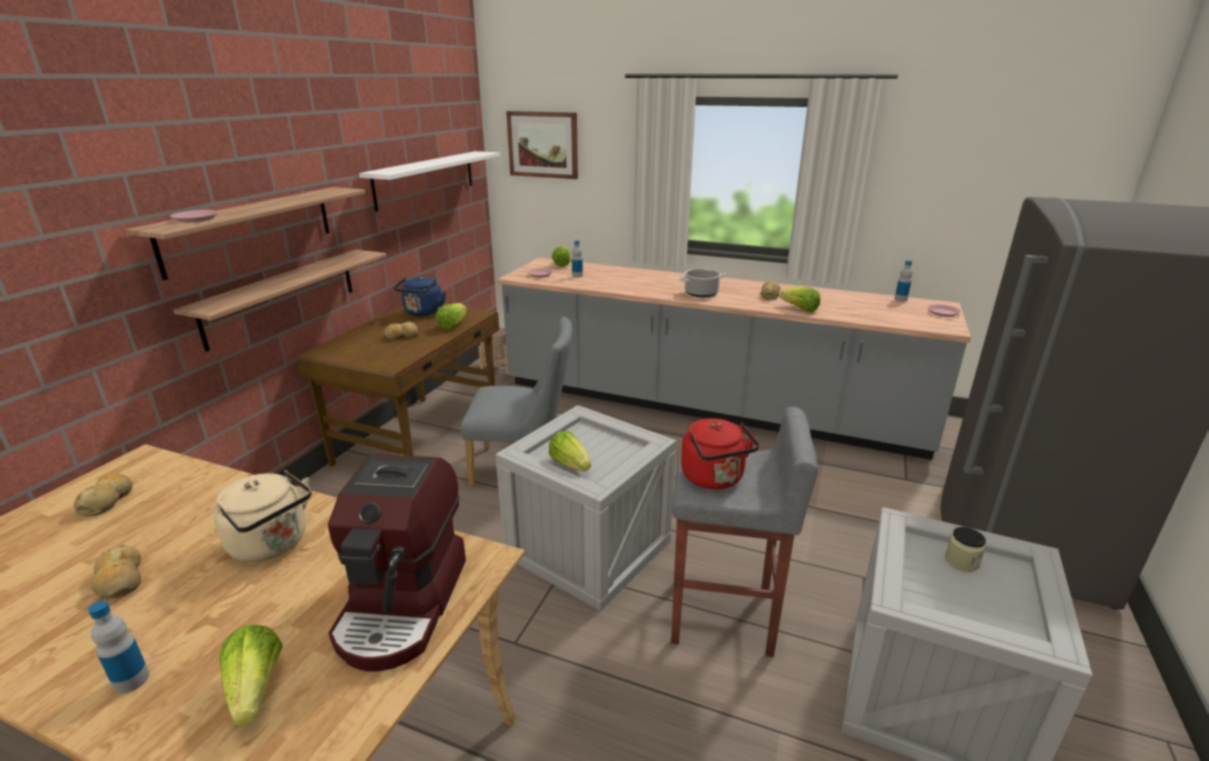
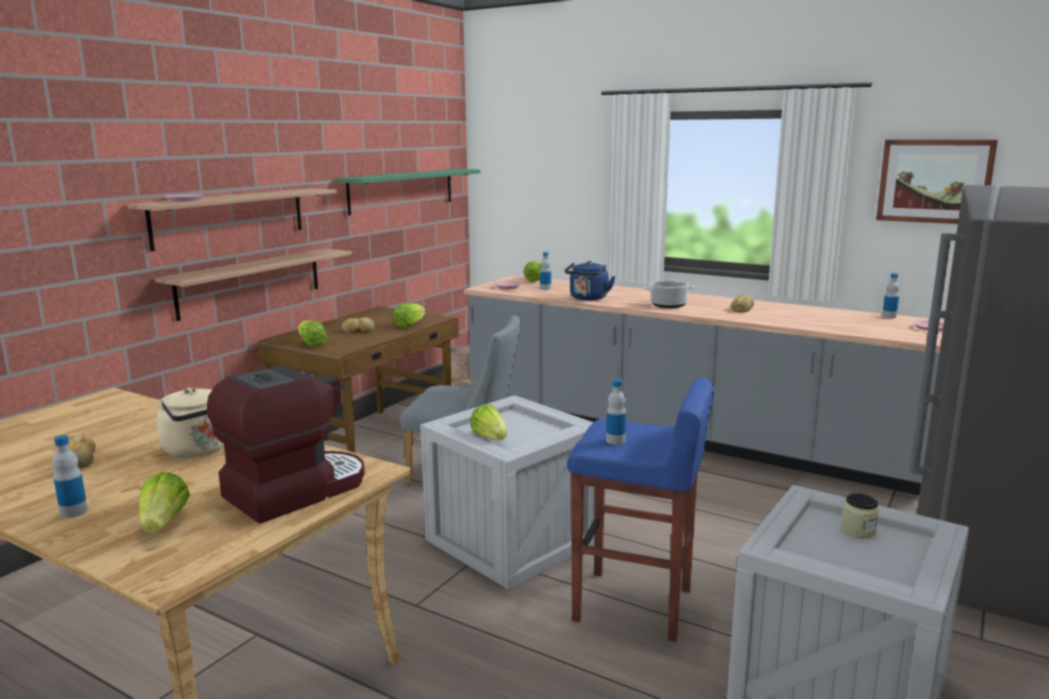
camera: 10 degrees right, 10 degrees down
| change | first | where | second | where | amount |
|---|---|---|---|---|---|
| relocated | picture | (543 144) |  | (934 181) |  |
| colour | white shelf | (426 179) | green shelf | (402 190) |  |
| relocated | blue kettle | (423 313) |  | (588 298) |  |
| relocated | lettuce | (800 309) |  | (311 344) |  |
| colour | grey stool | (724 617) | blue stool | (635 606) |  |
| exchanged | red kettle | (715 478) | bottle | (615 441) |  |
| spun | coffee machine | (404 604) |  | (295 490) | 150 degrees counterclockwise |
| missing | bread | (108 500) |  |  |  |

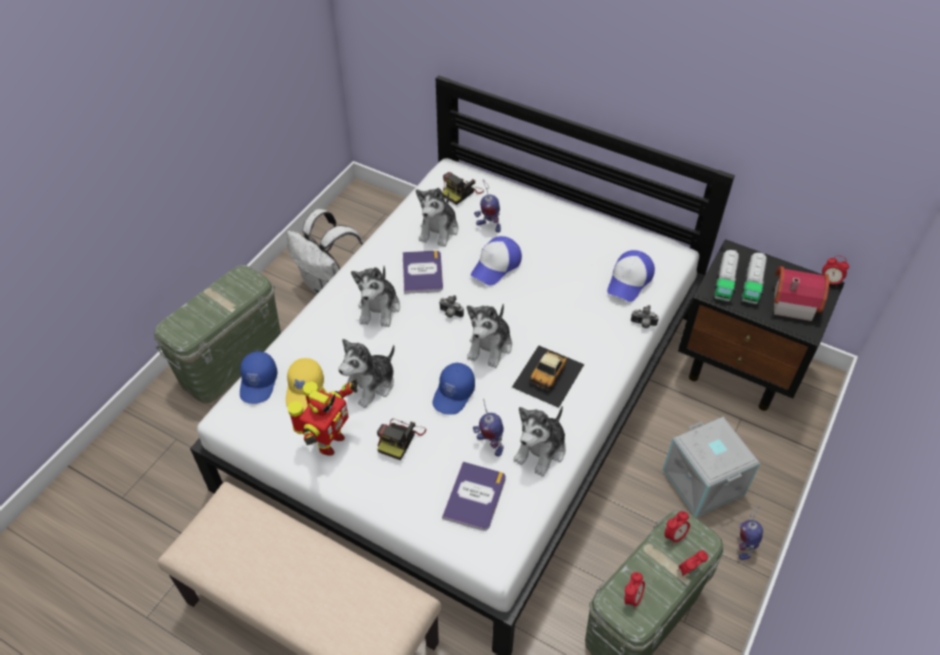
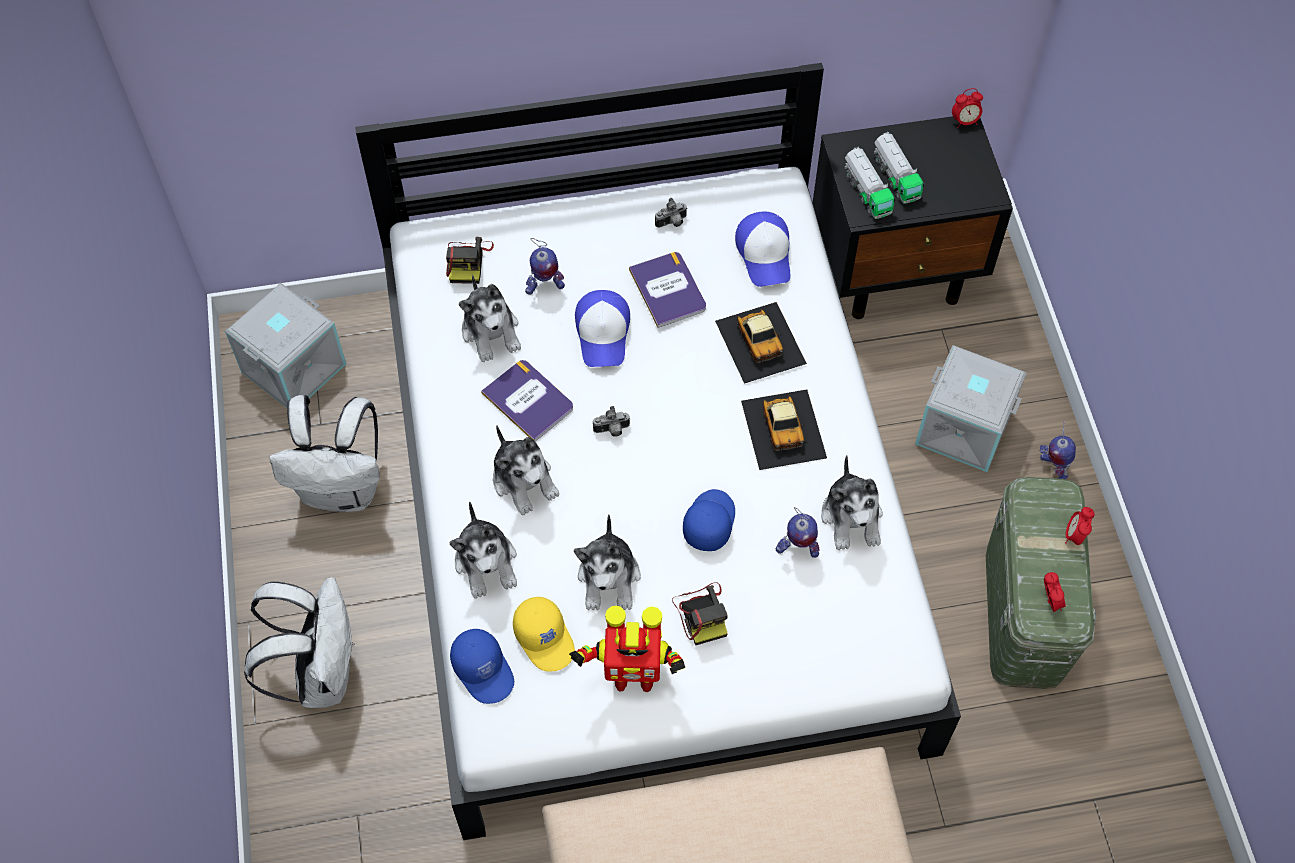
camera: 40 degrees left, 10 degrees up
| change | first | where | second | where | amount |
|---|---|---|---|---|---|
| exchanged | green storage box | (231 361) | white backpack | (320 672) |  |
| missing | toy house | (791 301) |  |  |  |
| relocated | plush toy | (490 346) |  | (486 562) |  |
| relocated | photo camera | (643 324) |  | (672 223) |  |
| spun | blue cap | (454 394) |  | (708 522) | 150 degrees counterclockwise |
| spun | toy robot | (328 443) |  | (632 676) | 105 degrees clockwise |
| relocated | book | (475 497) |  | (668 290) |  |
| missing | alarm clock | (674 536) |  |  |  |
| appeared |  |  | grey storage box | (293 366) |  |
| appeared |  |  | toy car | (760 341) |  |

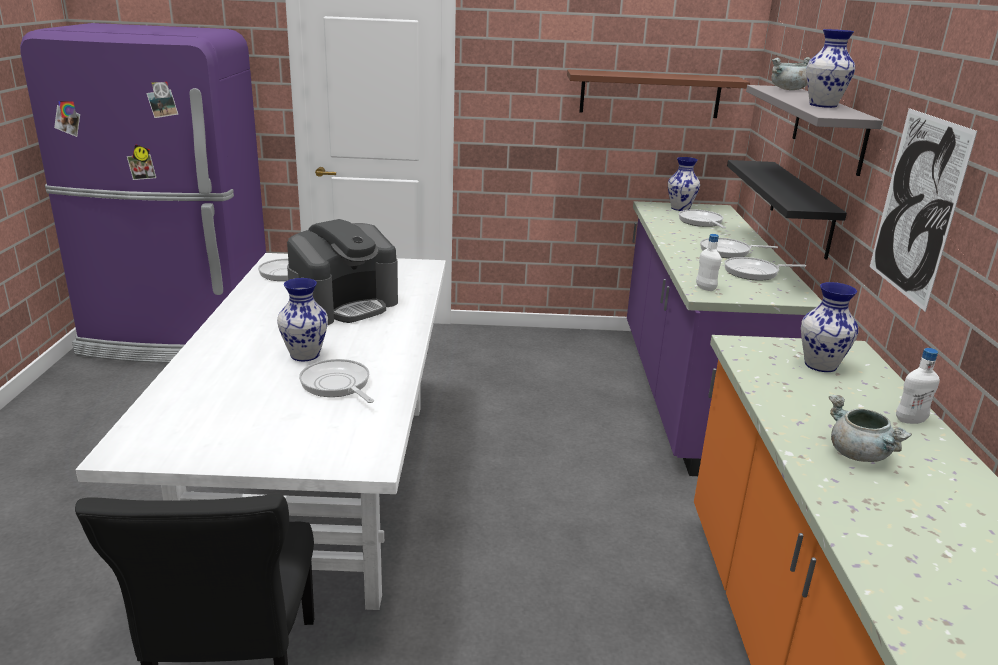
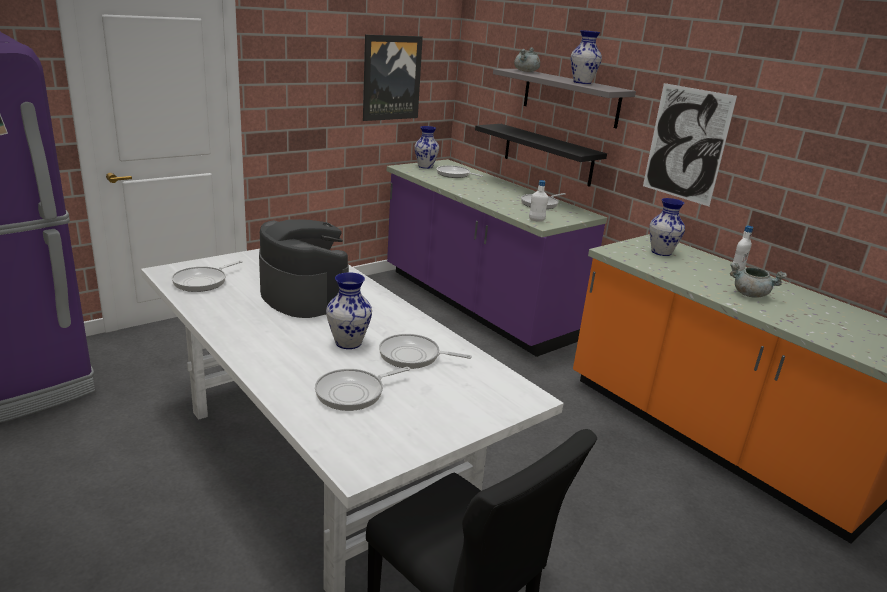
camera: 40 degrees left, 0 degrees up
| change | first | where | second | where | amount |
|---|---|---|---|---|---|
| exchanged | brown shelf | (650 94) | picture | (391 78) |  |
| spun | coffee machine | (344 305) |  | (303 295) | 45 degrees counterclockwise |
| relocated | frying pan | (728 252) |  | (354 393) |  |

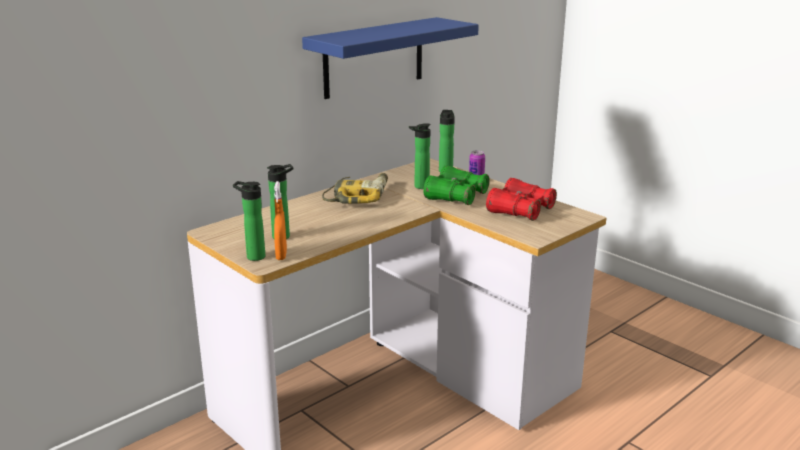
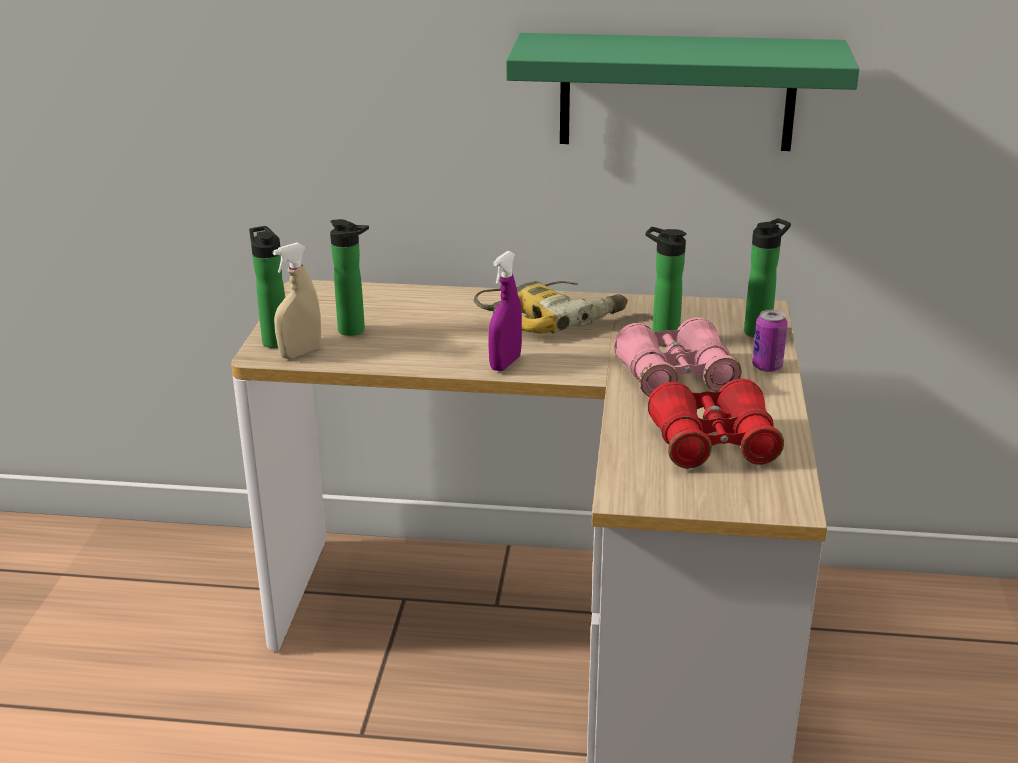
camera: 50 degrees right, 5 degrees up
| change | first | where | second | where | amount |
|---|---|---|---|---|---|
| colour | blue shelf | (374 57) | green shelf | (677 92) |  |
| colour | green binoculars | (456 196) | pink binoculars | (675 377) |  |
| colour | orange spray bottle | (281 255) | beige spray bottle | (300 353) |  |
| appeared |  |  | purple spray bottle | (505 363) |  |

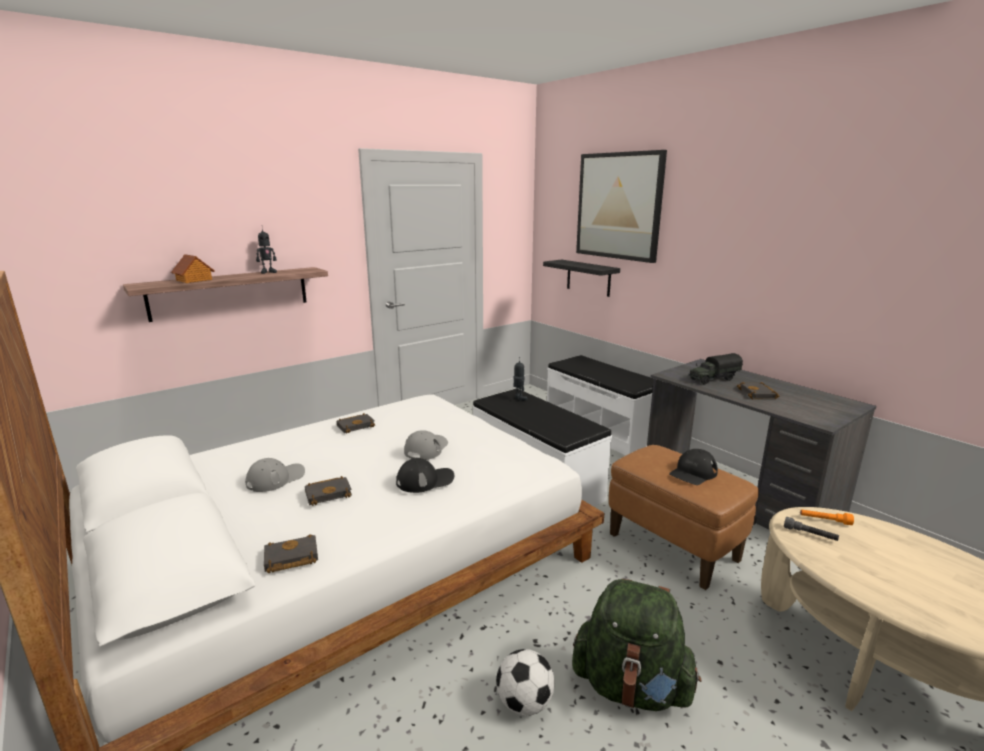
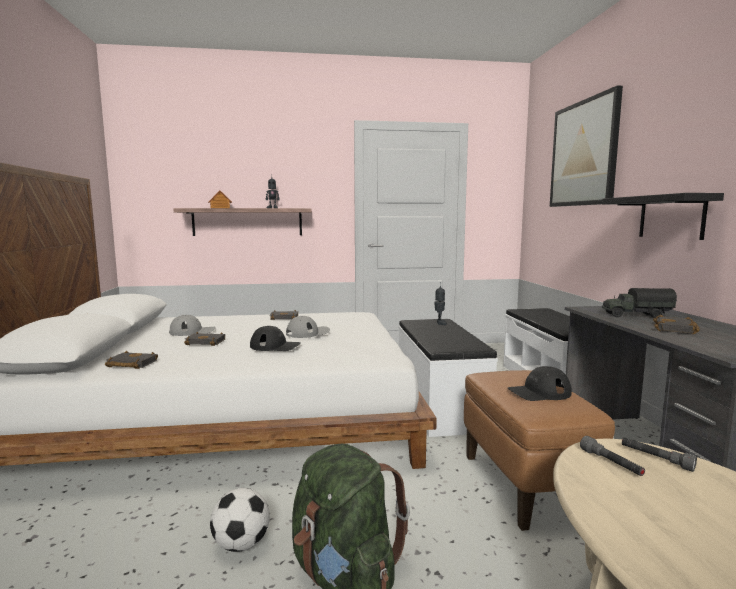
camera: 30 degrees right, 10 degrees down
| change | first | where | second | where | amount |
|---|---|---|---|---|---|
| relocated | black shelf | (588 278) |  | (671 217) |  |
| colour | orange flashlight | (825 520) | grey flashlight | (656 459) |  |

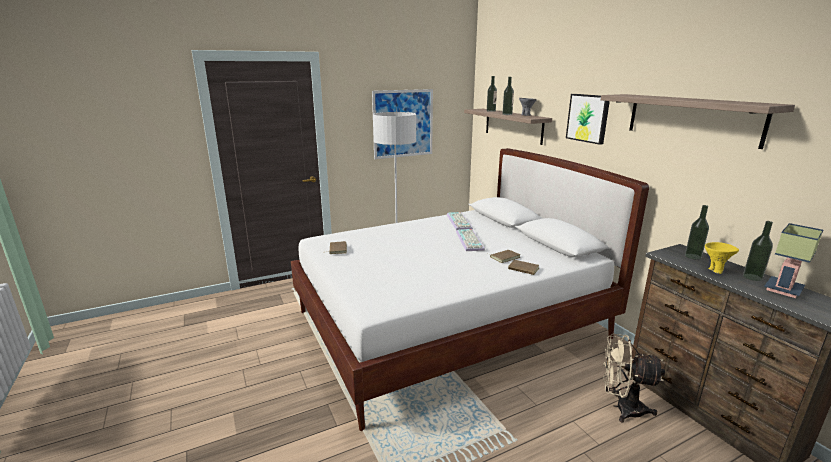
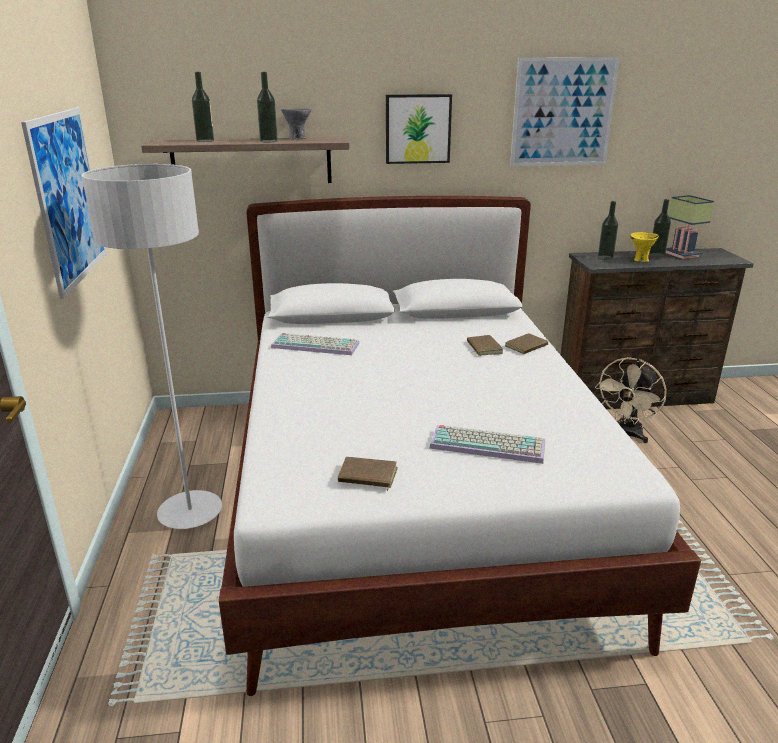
camera: 70 degrees left, 5 degrees up
| change | first | where | second | where | amount |
|---|---|---|---|---|---|
| exchanged | shelf | (692 118) | picture | (563 112) |  |
| relocated | keyboard | (470 241) |  | (489 444) |  |

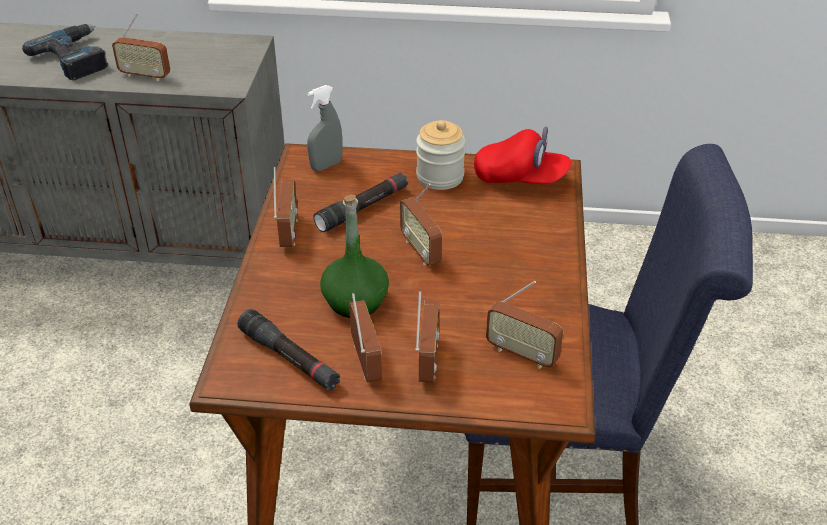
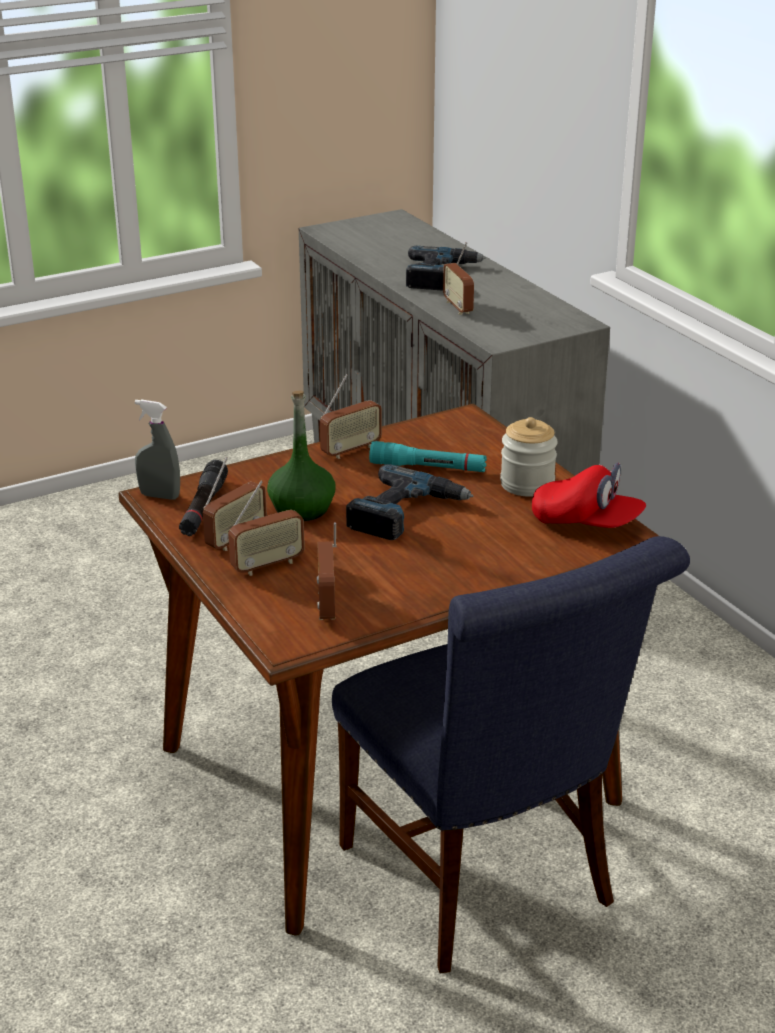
camera: 55 degrees right, 10 degrees down
| change | first | where | second | where | amount |
|---|---|---|---|---|---|
| relocated | grey spray bottle | (326 165) |  | (159 496) |  |
| spun | red cap | (520 178) |  | (586 523) | 45 degrees counterclockwise |
| colour | black flashlight | (363 209) | turquoise flashlight | (428 468) |  |
| exchanged | radio | (421 251) | power drill | (405 513) |  |

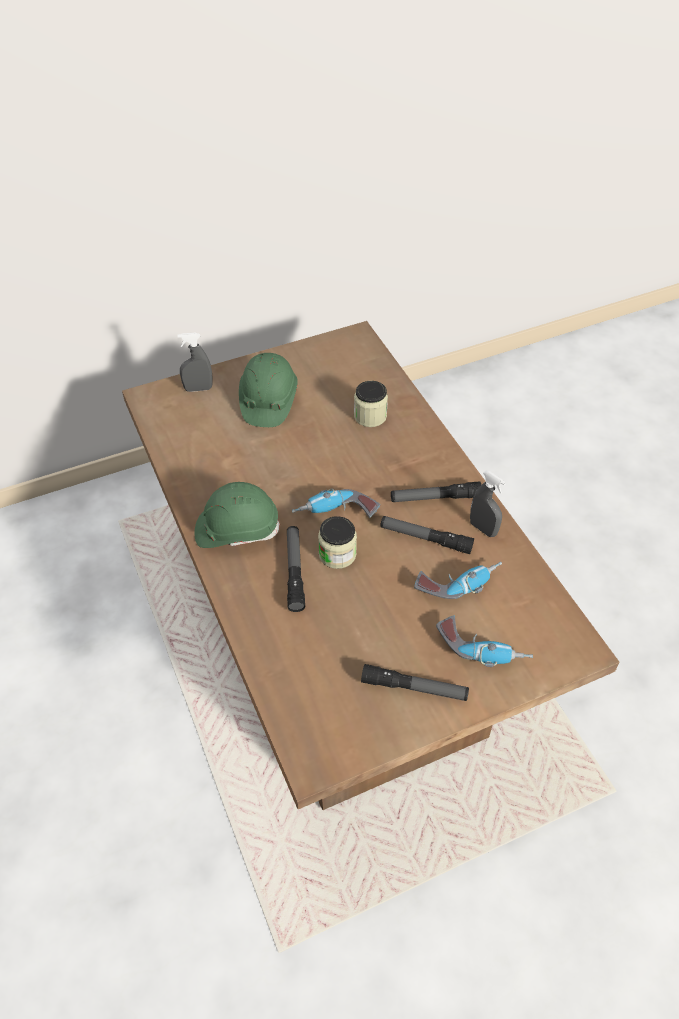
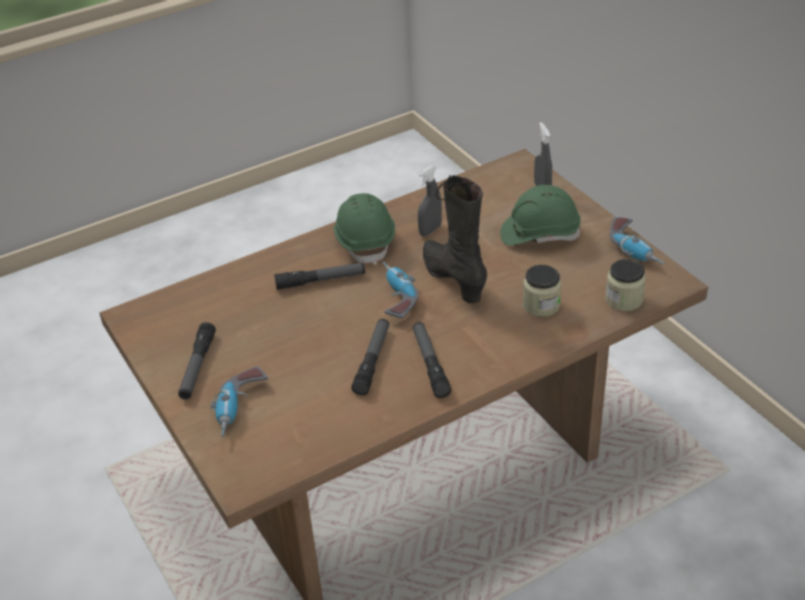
camera: 85 degrees right, 10 degrees down
| change | first | where | second | where | amount |
|---|---|---|---|---|---|
| relocated | grey spray bottle | (483 528) |  | (430 230) |  |
| relocated | jar | (337 554) |  | (624 300) |  |
| relocated | power drill | (458 583) |  | (636 249) |  |
| appeared |  |  | black boot | (453 279) |  |

